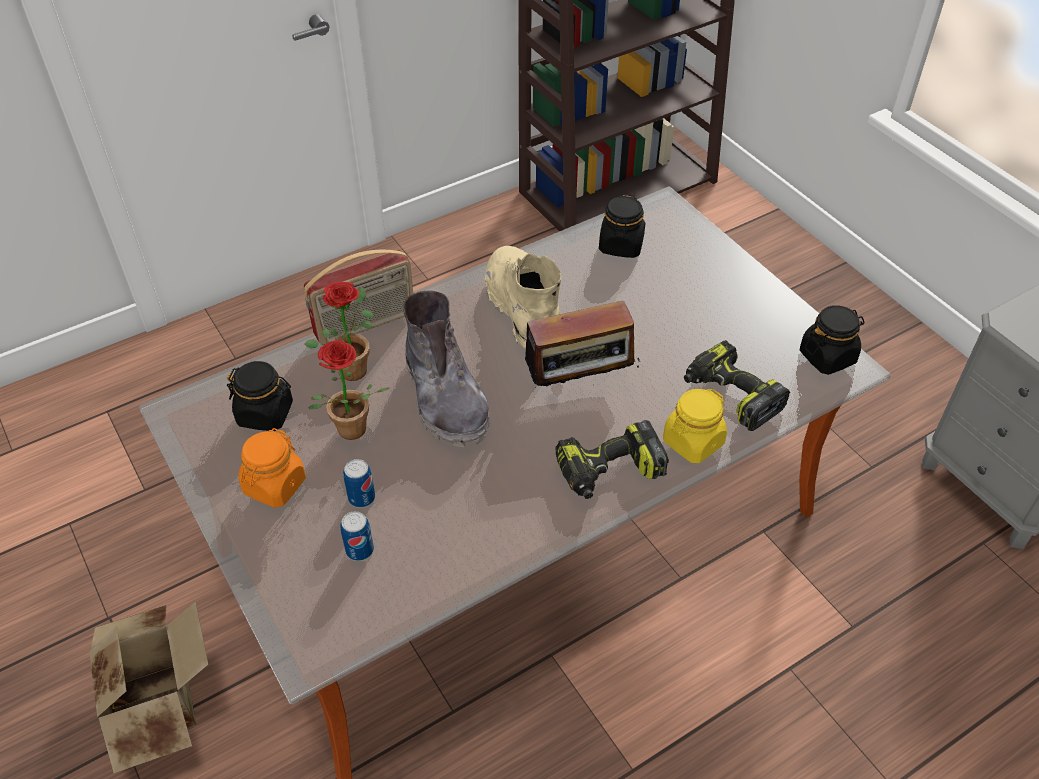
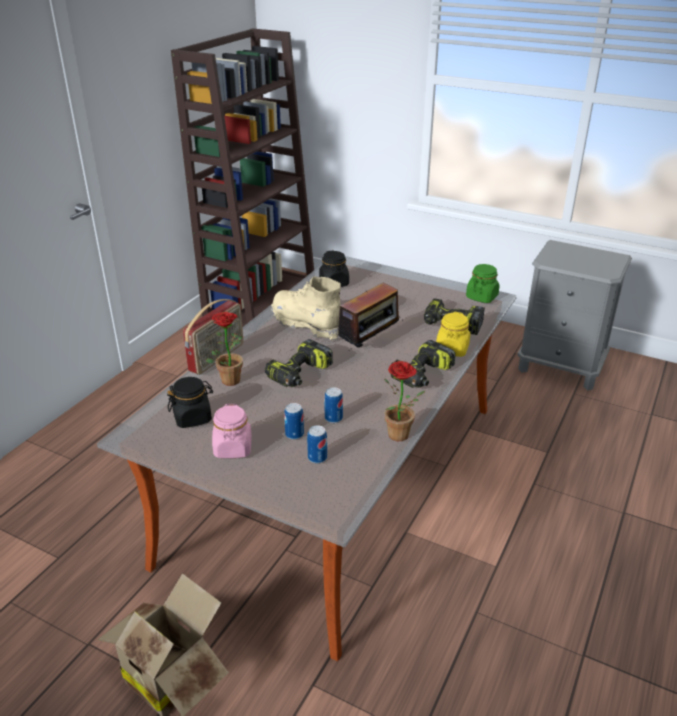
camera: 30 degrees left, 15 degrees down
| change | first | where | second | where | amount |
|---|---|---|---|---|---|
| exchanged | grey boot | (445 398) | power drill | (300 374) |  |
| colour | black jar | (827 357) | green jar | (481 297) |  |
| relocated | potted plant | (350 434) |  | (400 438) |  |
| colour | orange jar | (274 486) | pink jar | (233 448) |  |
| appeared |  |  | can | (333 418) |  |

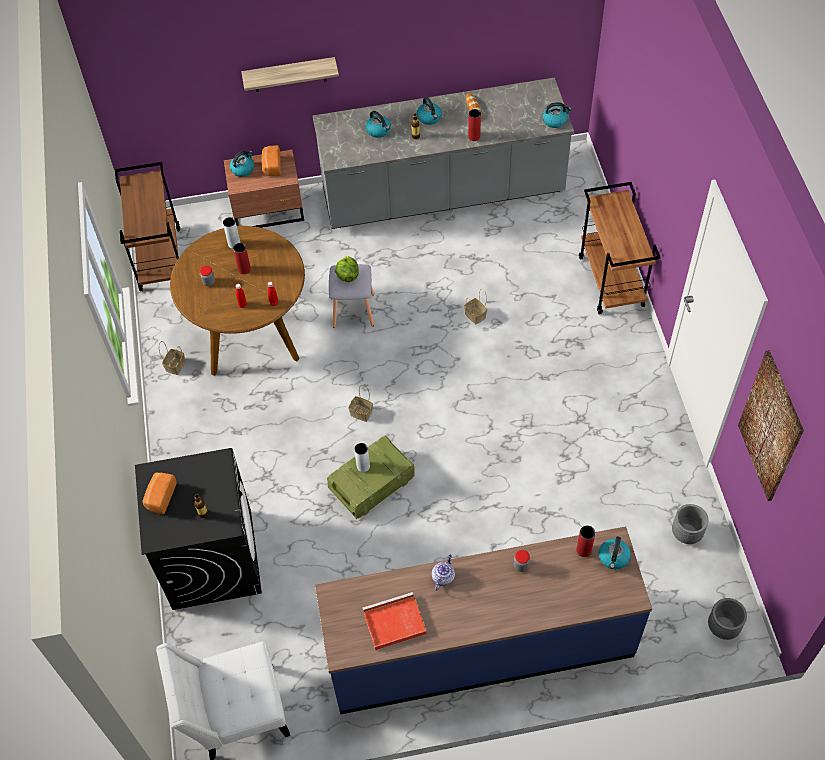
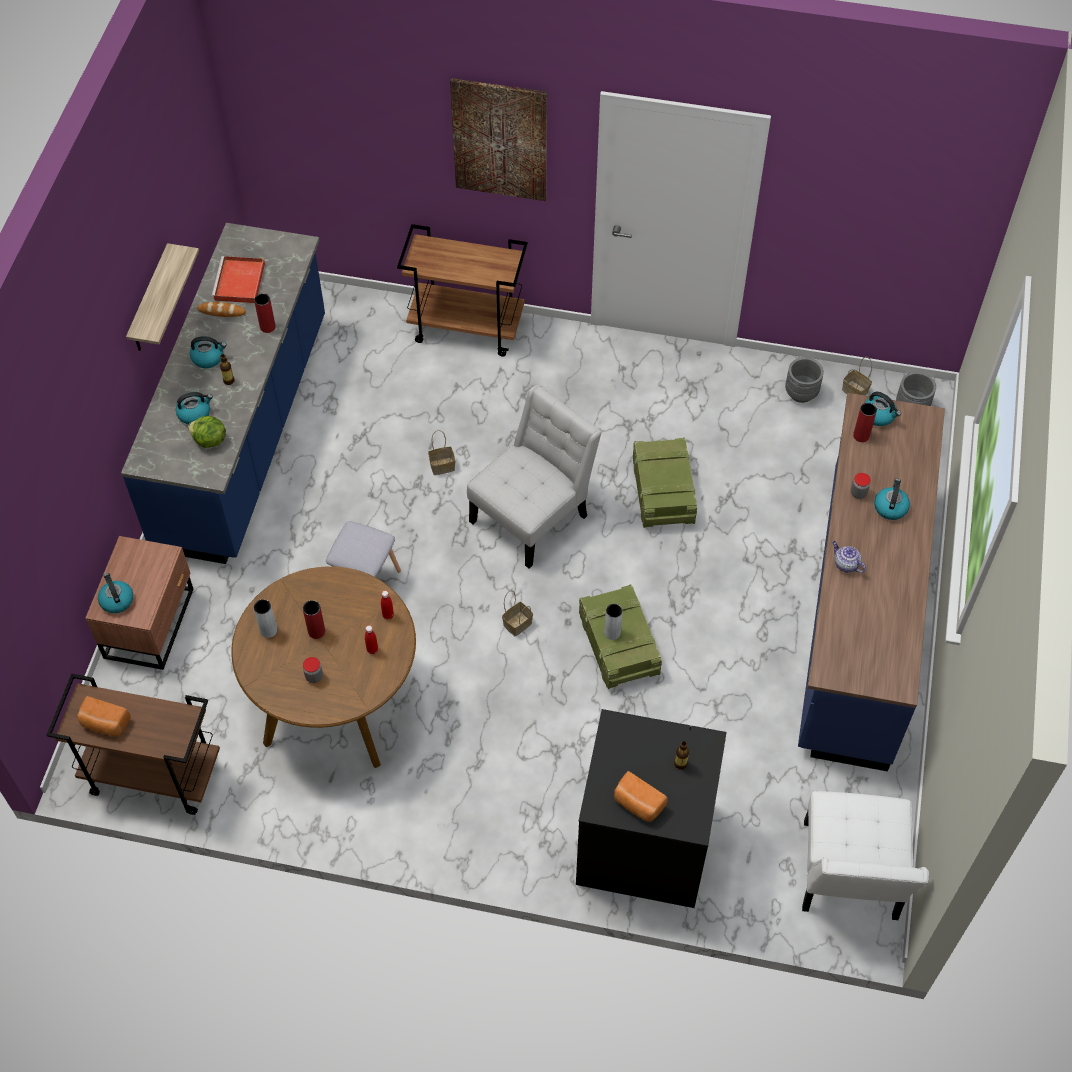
camera: 70 degrees left, 0 degrees up
| change | first | where | second | where | amount |
|---|---|---|---|---|---|
| relocated | shelf | (289 75) |  | (150 302) |  |
| colour | grey counter | (443 193) | blue counter | (244 432) |  |
| relocated | kettle | (555 120) |  | (890 507) |  |
| relocated | bread | (271 166) |  | (105 723) |  |
| relocated | lettuce | (347 276) |  | (209 441) |  |
| relocated | basket | (175 365) |  | (854 390) |  |
| relocated | picture | (771 427) |  | (500 139) |  |
| relocated | red tray | (393 623) |  | (239 283) |  |
| appeared |  |  | white chair | (533 515) |  |
| appeared |  |  | crate | (662 492) |  |

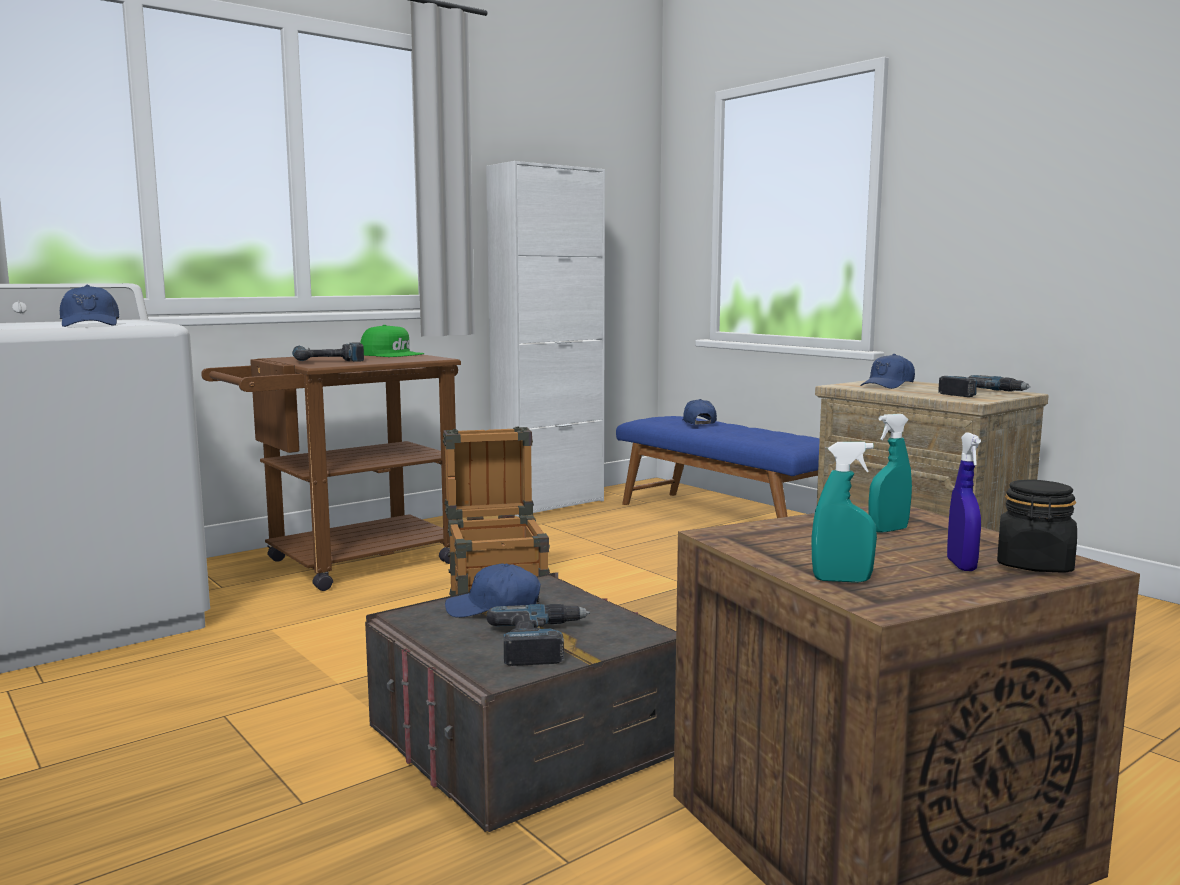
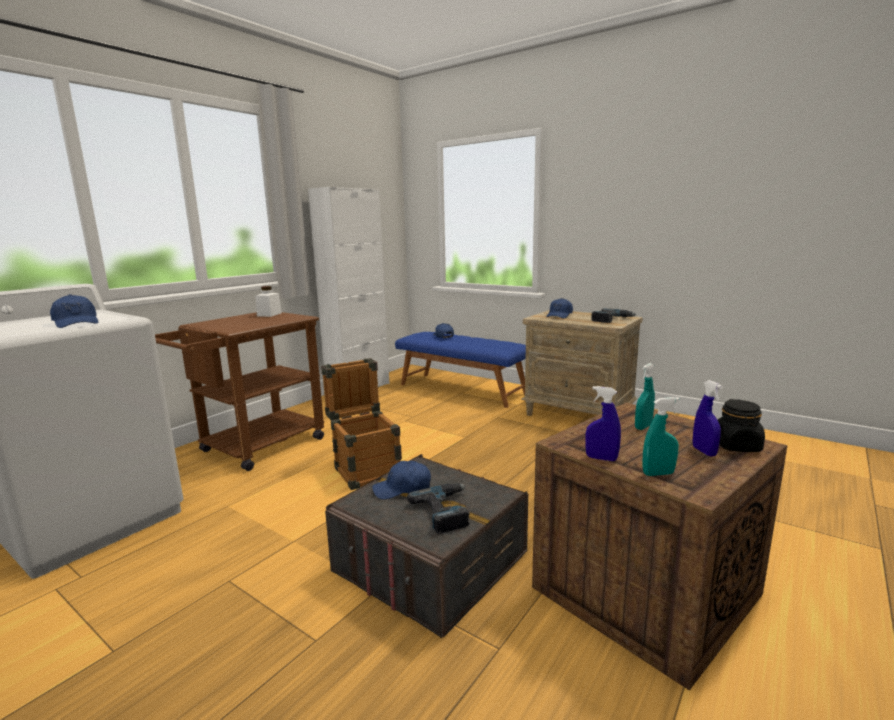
camera: 15 degrees left, 5 degrees up
| change | first | where | second | where | amount |
|---|---|---|---|---|---|
| exchanged | green cap | (392 354) | white jar | (269 314) |  |
| missing | power drill | (327 360) |  |  |  |
| appeared |  |  | blue spray bottle | (601 458) |  |

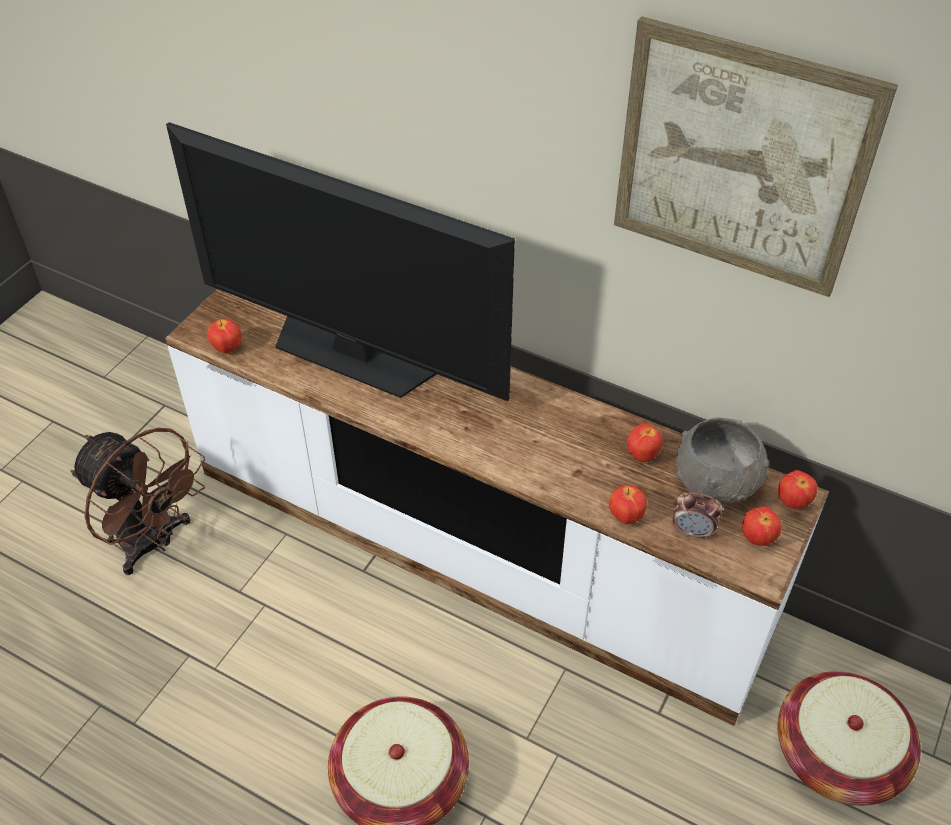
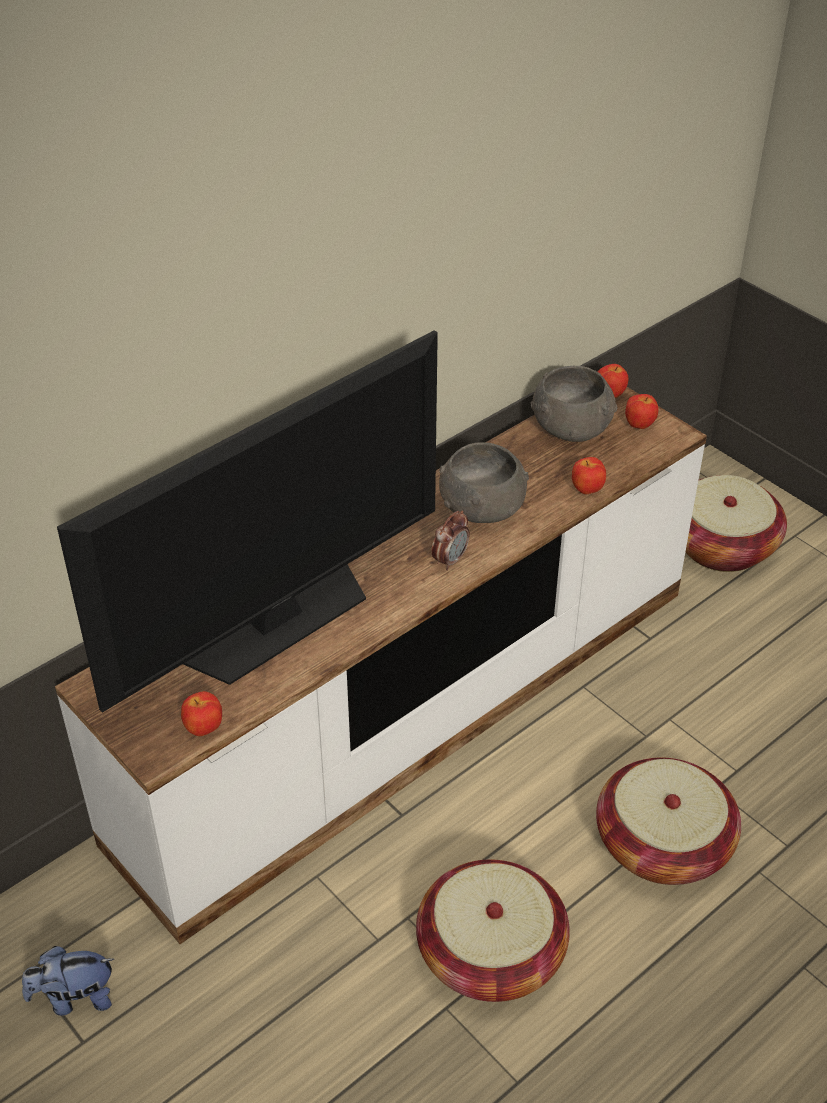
camera: 70 degrees left, 5 degrees down
| change | first | where | second | where | amount |
|---|---|---|---|---|---|
| missing | picture | (741 160) |  |  |  |
| missing | apple | (642 455) |  |  |  |
| missing | brown fan | (154 543) |  |  |  |
| relocated | alarm clock | (692 531) |  | (450 560) |  |
| appeared |  |  | grey bowl | (481 507) |  |
| appeared |  |  | basket | (490 953) |  |
| appeared |  |  | plush toy | (75 998) |  |

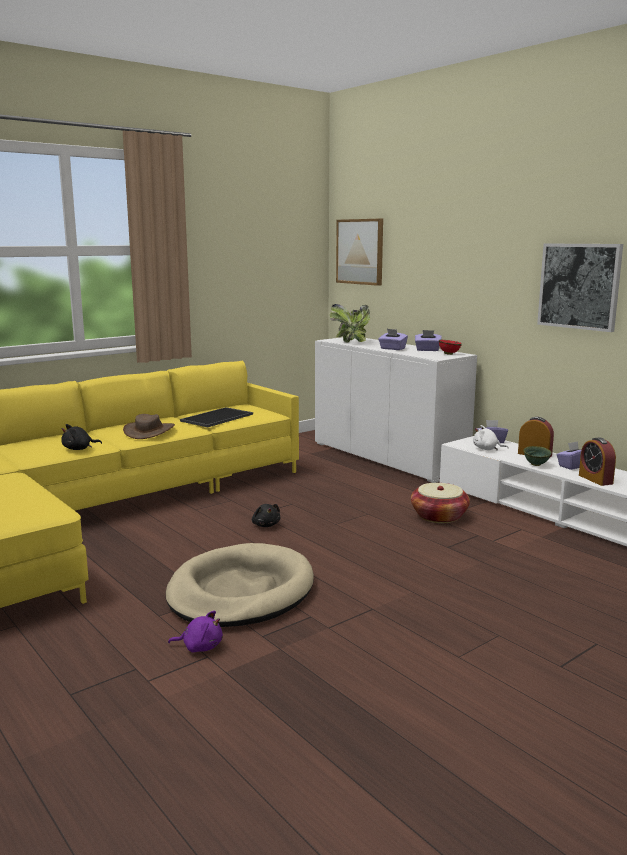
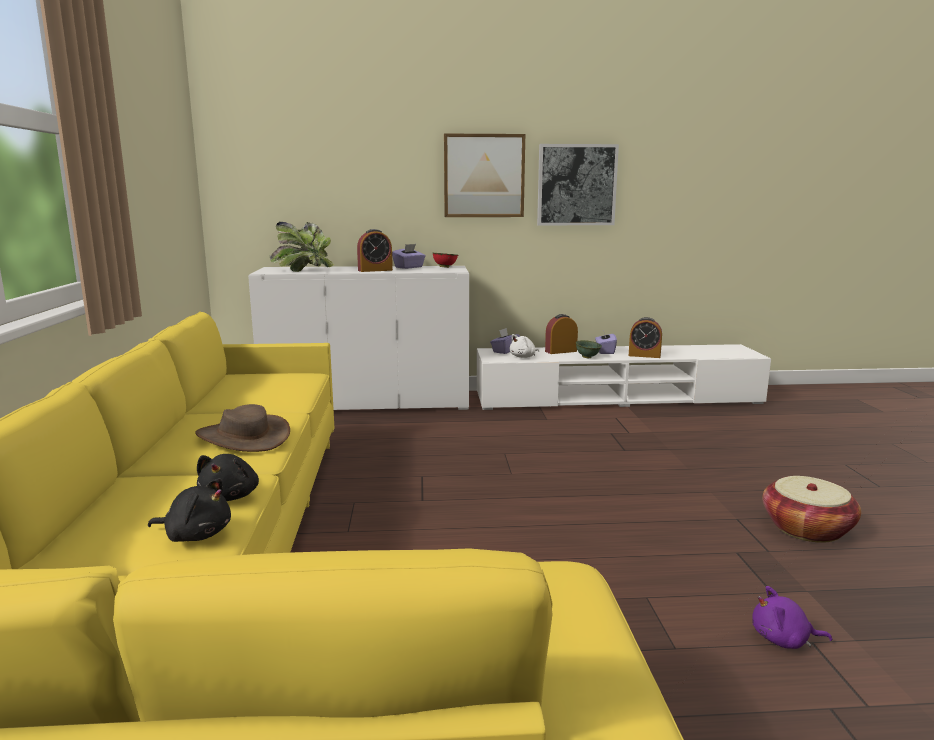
camera: 55 degrees left, 0 degrees up
| change | first | where | second | where | amount |
|---|---|---|---|---|---|
| relocated | picture | (360 251) |  | (484 176) |  |
| exchanged | purple tissue box | (392 348) | alarm clock | (375 270) |  |
| missing | tray | (217 418) |  |  |  |
| relocated | basket | (439 516) |  | (807 529) |  |
| relocated | black plush toy | (266 525) |  | (196 535) |  |
| missing | beige dog bed | (240 592) |  |  |  |
| spun | purple plush toy | (200 647) |  | (783 640) | 120 degrees counterclockwise |

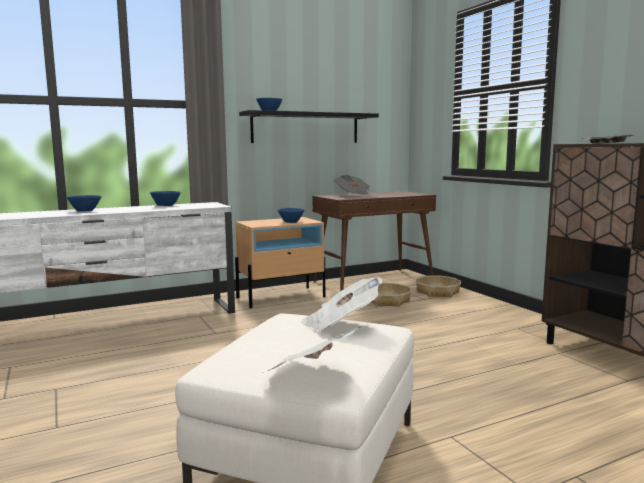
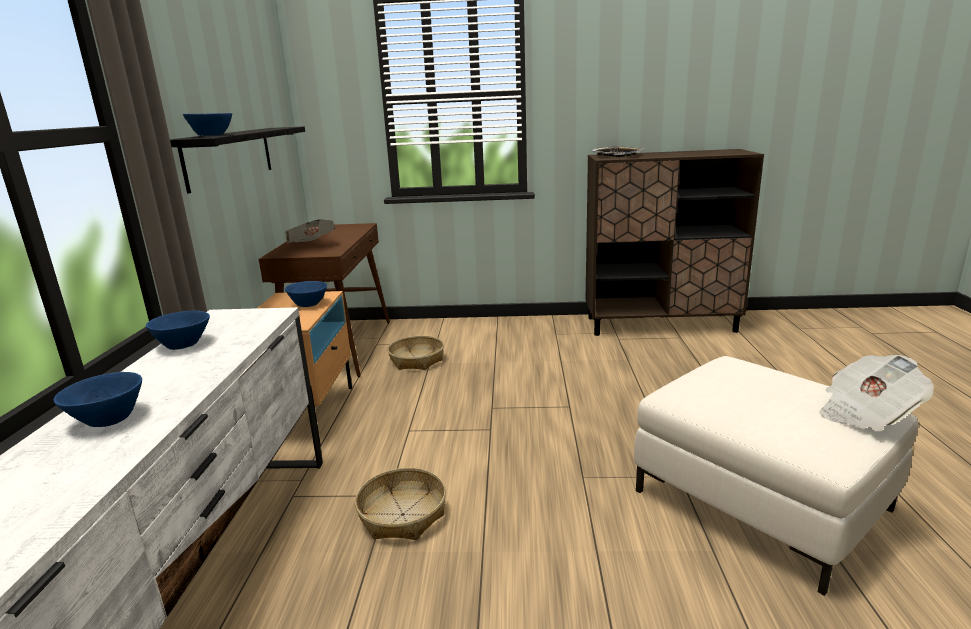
camera: 60 degrees left, 10 degrees up
| change | first | where | second | where | amount |
|---|---|---|---|---|---|
| relocated | basket | (438 292) |  | (402 514) |  |
| missing | newspaper | (341 324) |  |  |  |

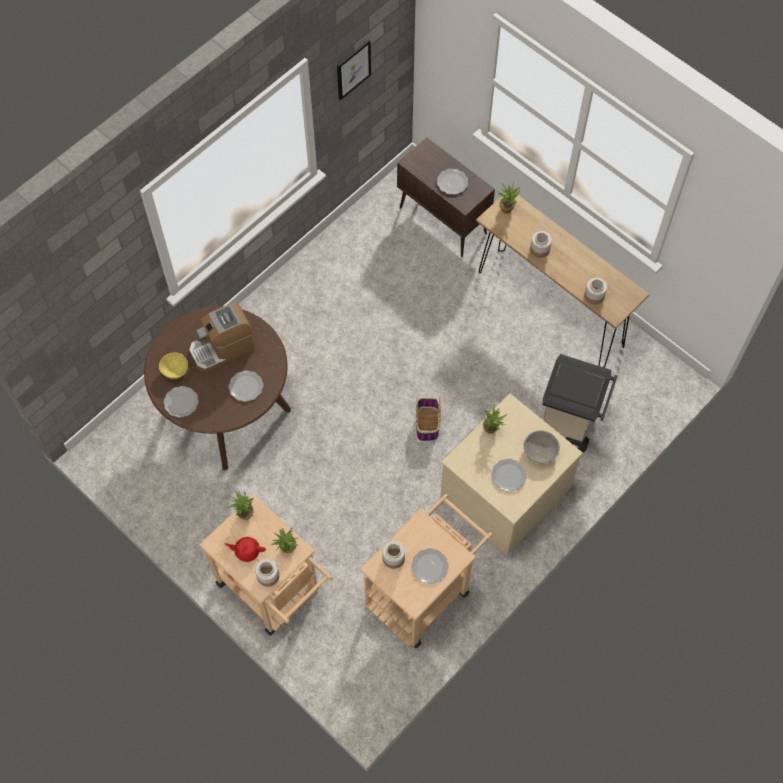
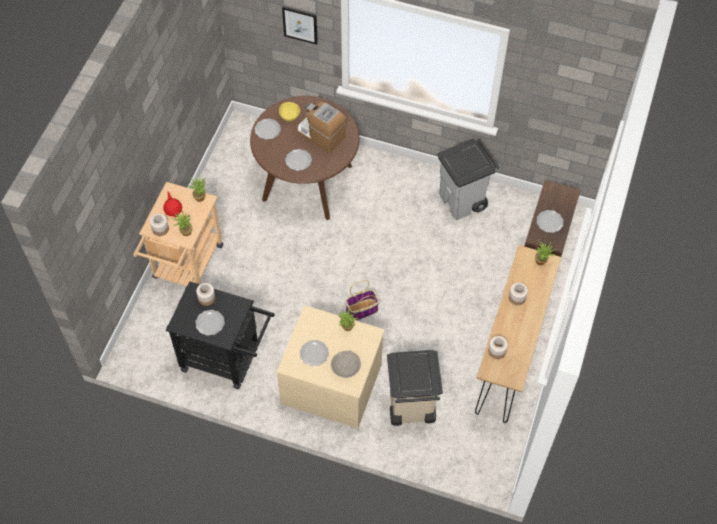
camera: 65 degrees right, 5 degrees down
| change | first | where | second | where | amount |
|---|---|---|---|---|---|
| relocated | picture | (353 69) |  | (300 24) |  |
| colour | beige cart | (423 591) | black cart | (227 359) |  |
| appeared |  |  | grey trash can | (463 201) |  |

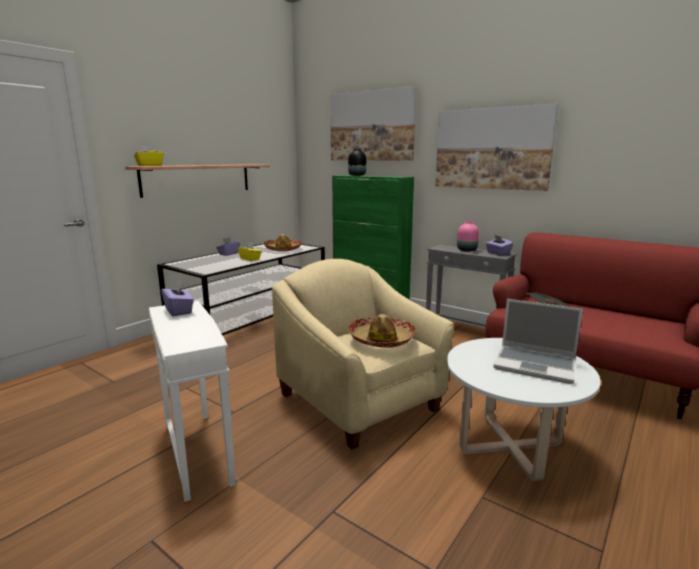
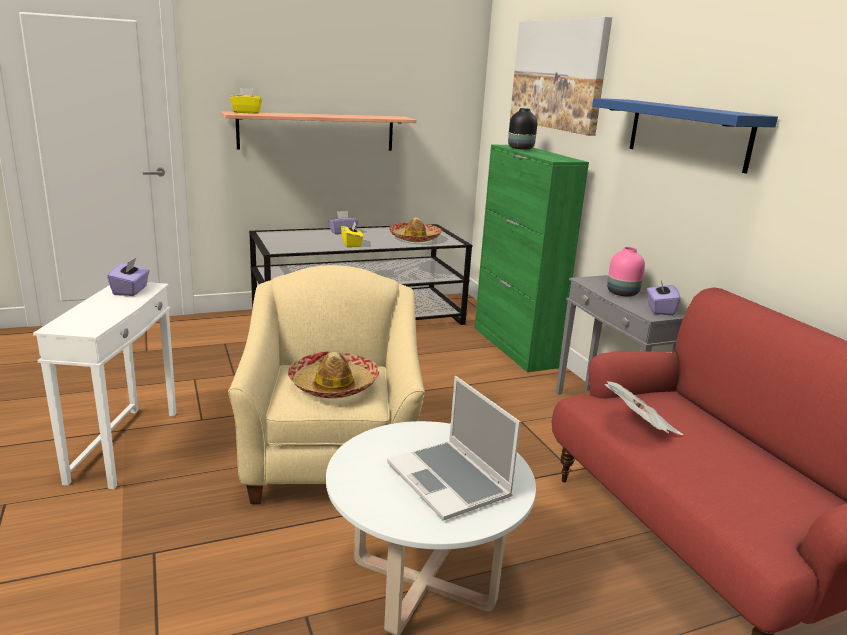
camera: 30 degrees right, 5 degrees up
| change | first | where | second | where | amount |
|---|---|---|---|---|---|
| exchanged | picture | (492 149) | blue shelf | (687 133) |  |

